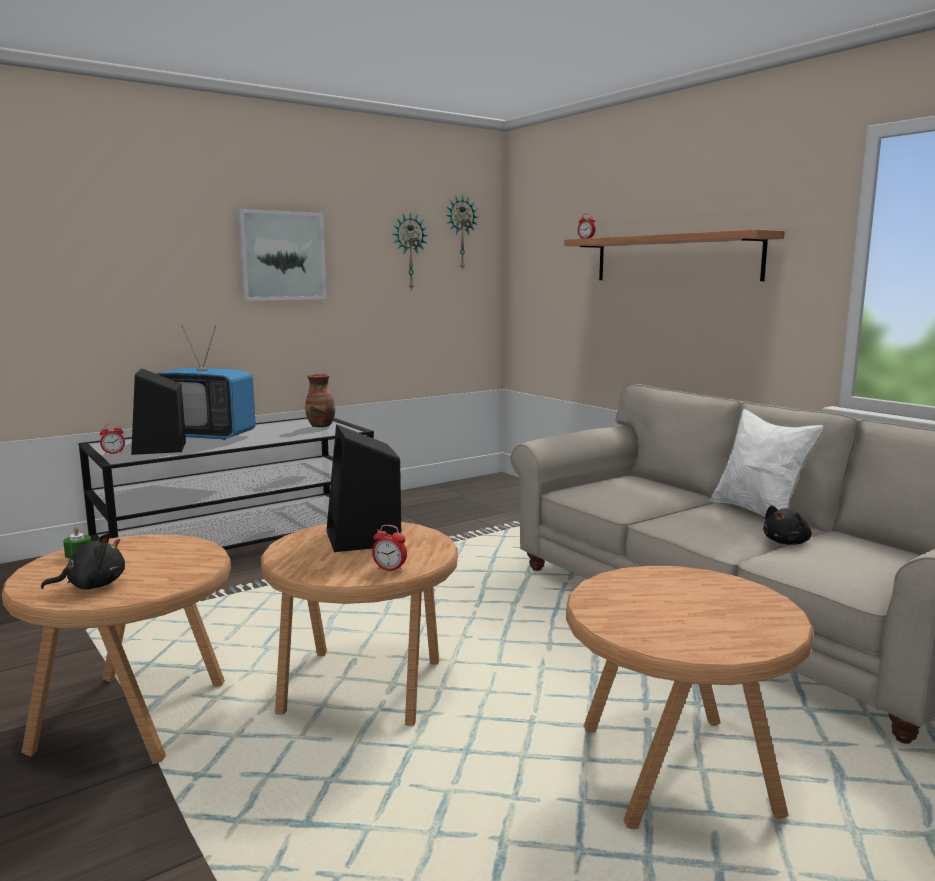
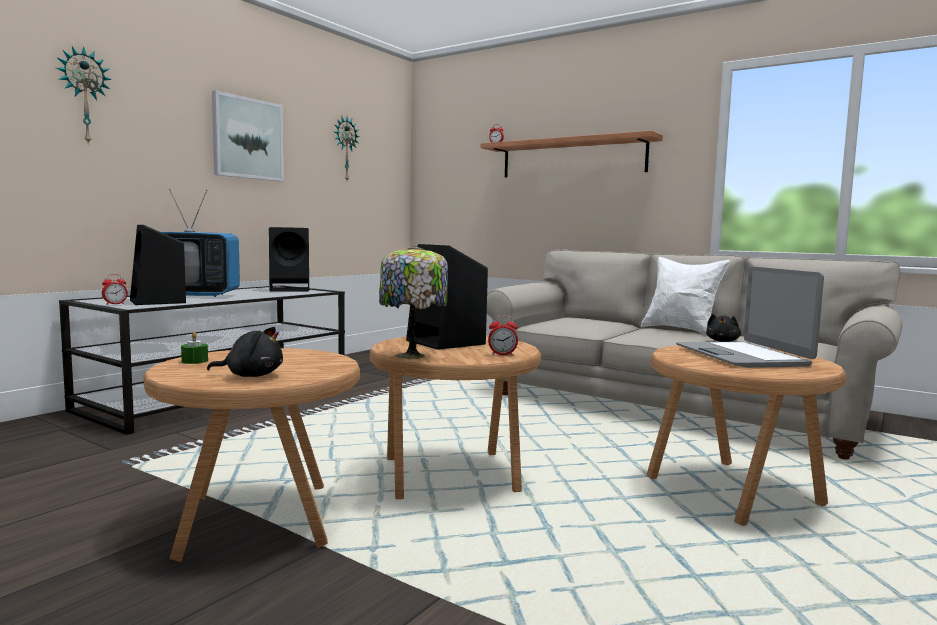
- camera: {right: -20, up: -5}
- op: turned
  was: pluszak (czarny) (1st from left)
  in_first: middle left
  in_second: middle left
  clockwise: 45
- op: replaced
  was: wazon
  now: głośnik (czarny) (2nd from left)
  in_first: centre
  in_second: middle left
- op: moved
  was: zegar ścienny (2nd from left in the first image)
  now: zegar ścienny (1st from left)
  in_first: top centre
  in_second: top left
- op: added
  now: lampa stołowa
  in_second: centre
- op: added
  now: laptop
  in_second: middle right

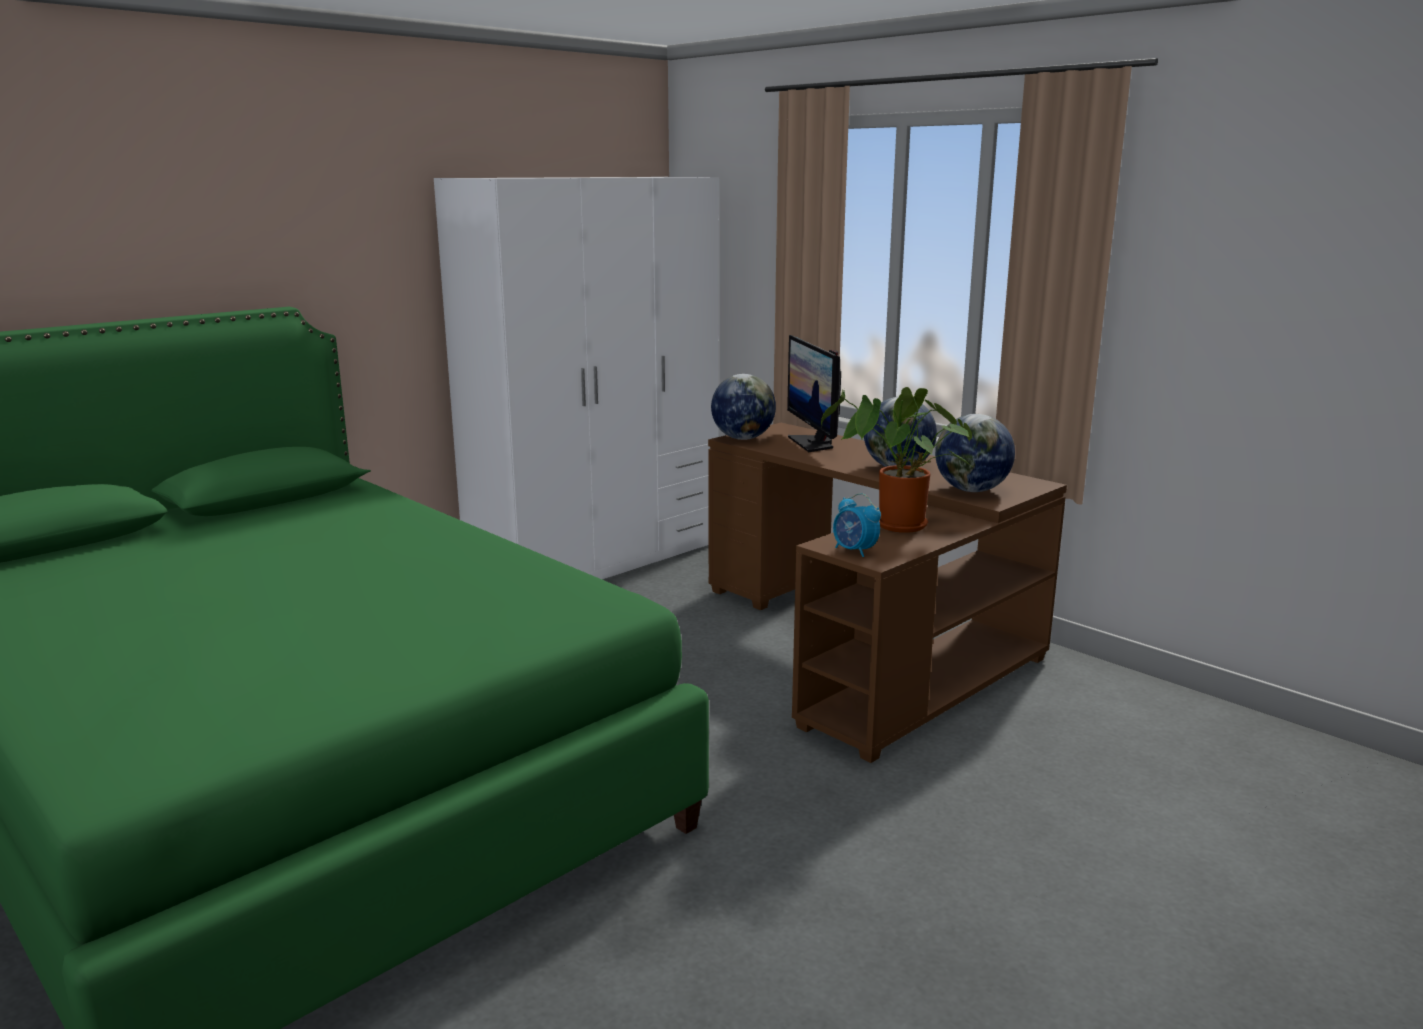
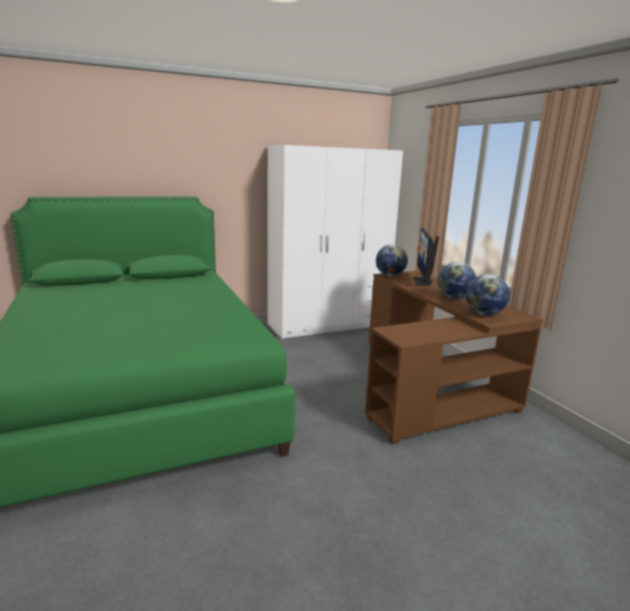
- camera: {right: 20, up: 0}
- op: removed
  was: roślina doniczkowa
  in_first: centre
- op: removed
  was: budzik
  in_first: centre

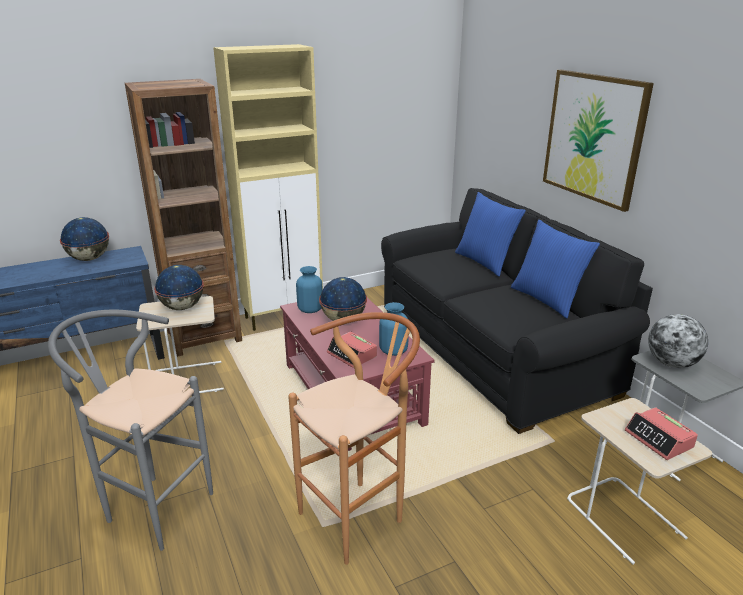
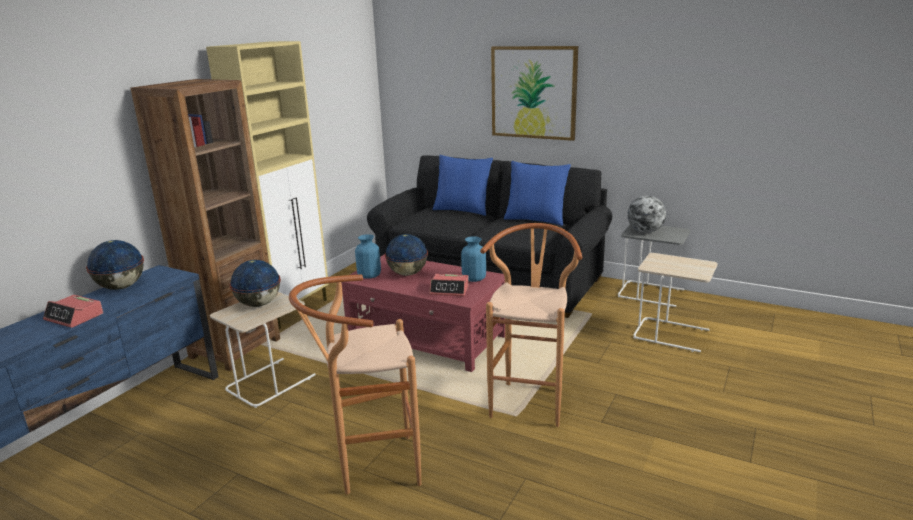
- camera: {right: -35, up: -5}
- op: recoloured
  was: stołek (szary)
  now: stołek (brązowy) (1st from left)
  in_first: bottom left
  in_second: bottom centre
- op: moved
  was: budzik (2nd from left in the first image)
  now: budzik (1st from left)
  in_first: bottom right
  in_second: middle left

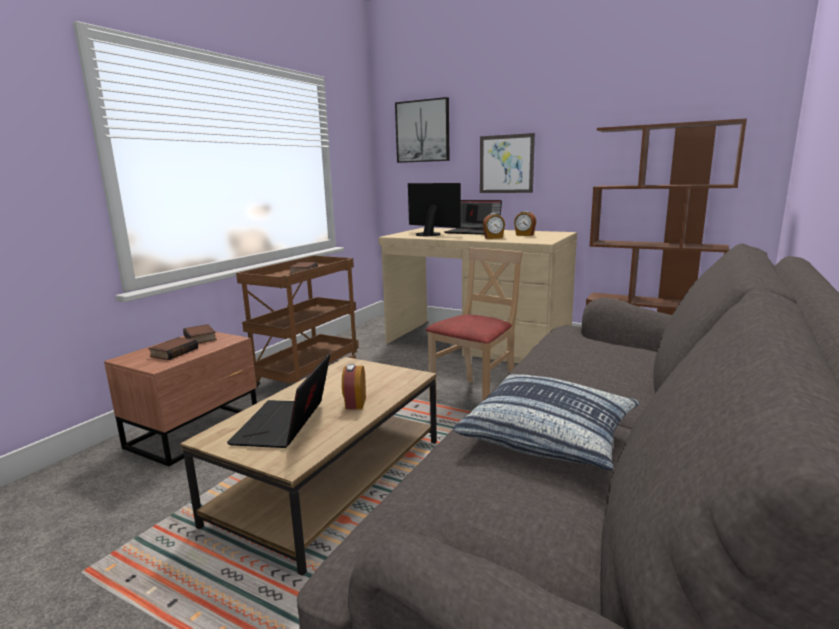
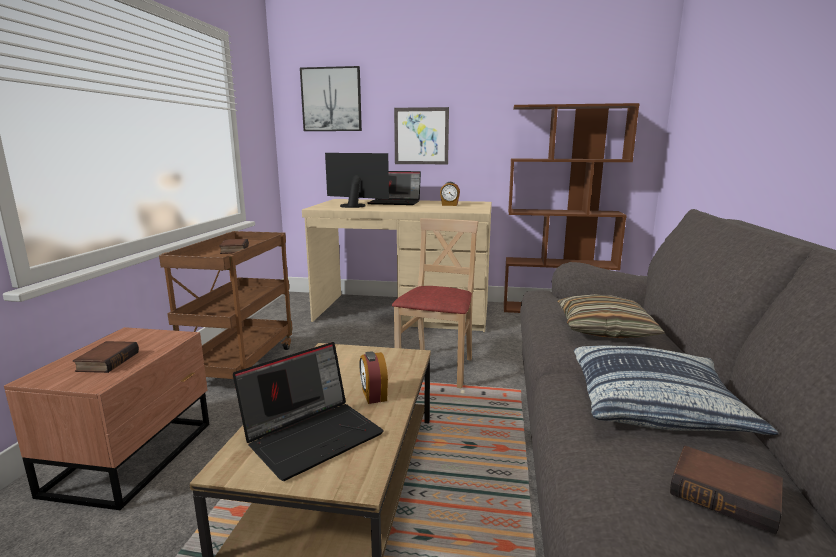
- camera: {right: -20, up: 0}
- op: moved
  was: książka (2nd from left in the first image)
  now: książka (3rd from left)
  in_first: middle left
  in_second: bottom right
- op: turned
  was: laptop (1st from left)
  in_first: middle left
  in_second: bottom centre
  clockwise: -120
- op: removed
  was: budzik (2nd from left)
  in_first: centre
- op: added
  now: poduszka (1st from left)
  in_second: middle right

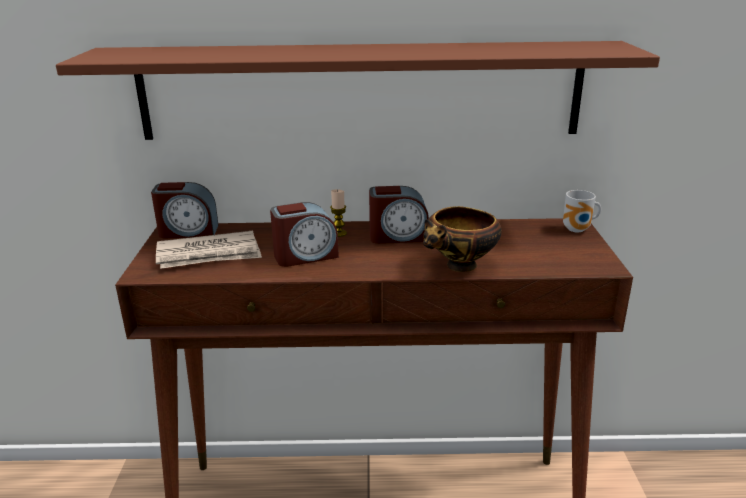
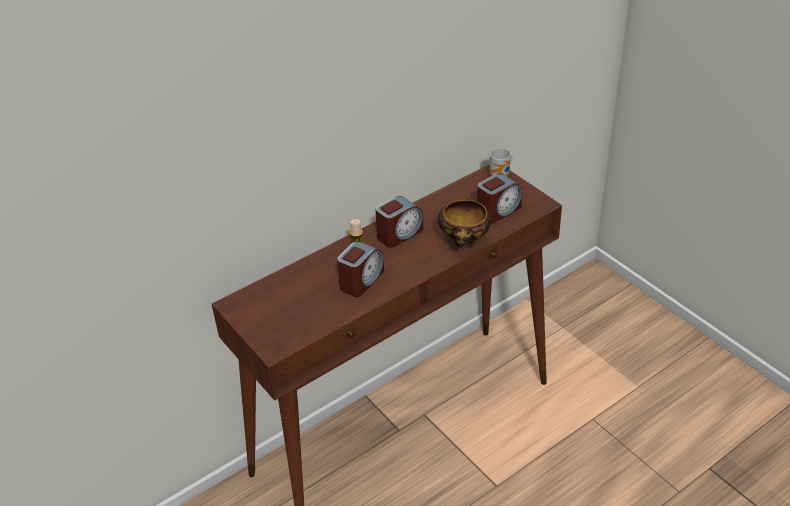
- camera: {right: -35, up: 15}
- op: removed
  was: półka (brązowy)
  in_first: top centre
- op: moved
  was: budzik (1st from left in the first image)
  now: budzik (3rd from left)
  in_first: middle left
  in_second: centre
- op: removed
  was: gazeta
  in_first: middle left

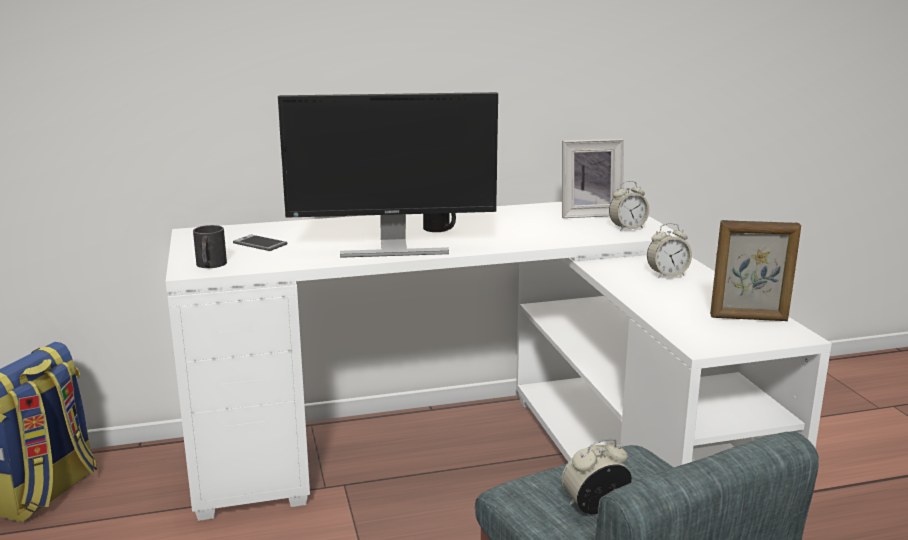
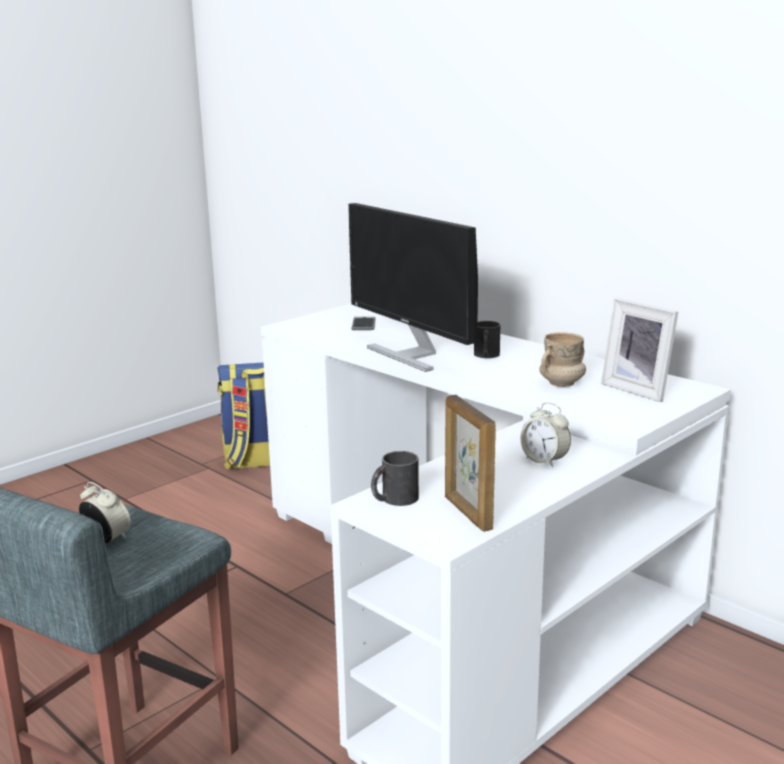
- camera: {right: 60, up: 0}
- op: moved
  was: kubek (czarny) (1st from left)
  in_first: middle left
  in_second: centre
- op: removed
  was: budzik (2nd from left)
  in_first: middle right
- op: added
  now: kubek (beżowy)
  in_second: middle right

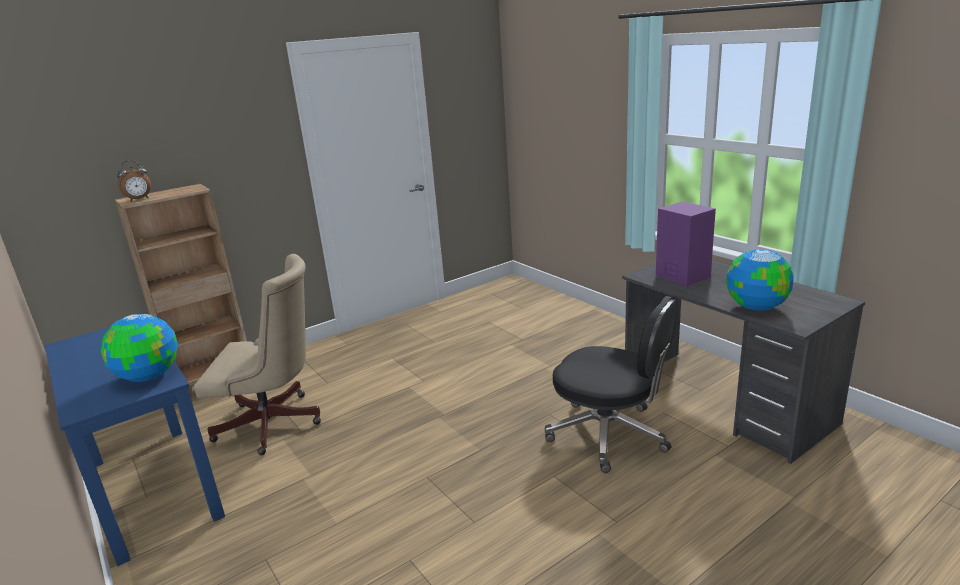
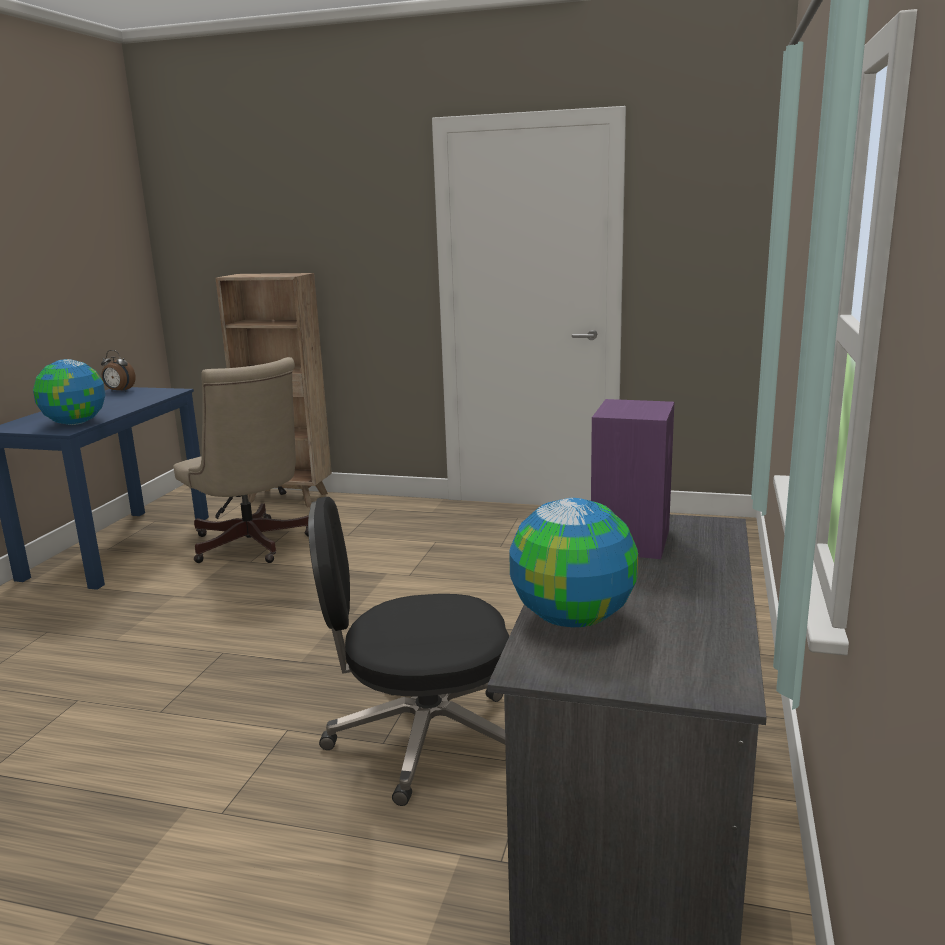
- camera: {right: 50, up: -5}
- op: moved
  was: budzik
  in_first: top left
  in_second: middle left
- op: turned
  was: krzesło biurowe (czarny)
  in_first: centre
  in_second: bottom centre
  clockwise: 90

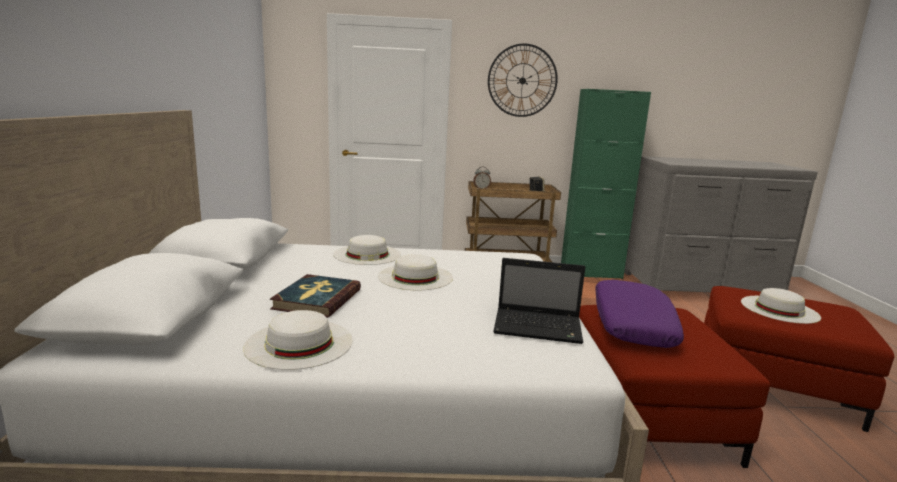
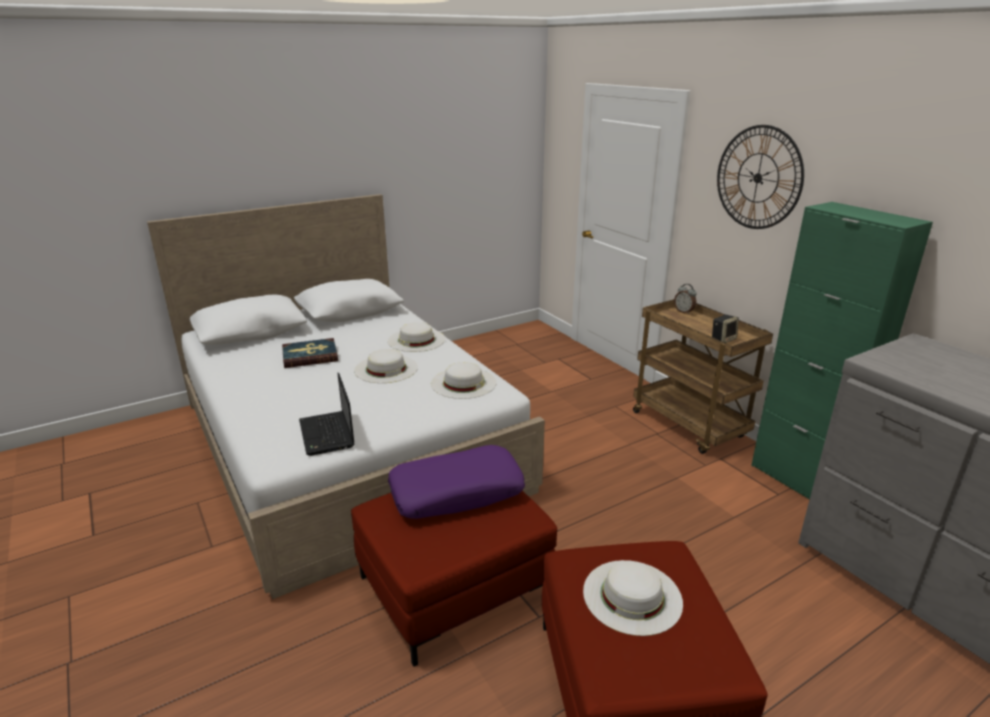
- camera: {right: 60, up: 10}
- op: moved
  was: kapelusz (biały) (1st from left in the first image)
  now: kapelusz (biały) (3rd from left)
  in_first: bottom left
  in_second: centre

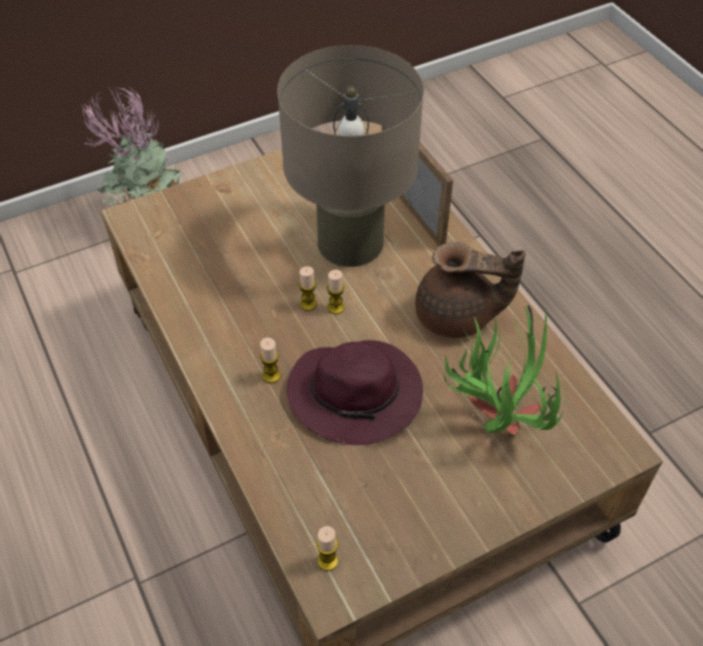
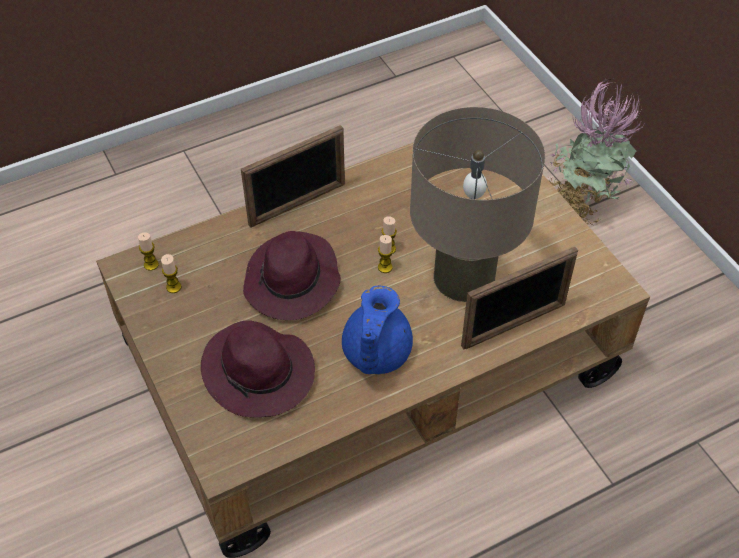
- camera: {right: 90, up: 0}
- op: moved
  was: świeca (1st from left in the first image)
  now: świeca (2nd from left)
  in_first: centre
  in_second: middle left
- op: recoloured
  was: imbryk (brązowy)
  now: imbryk (niebieski)
  in_first: middle right
  in_second: centre
- op: replaced
  was: roślina doniczkowa (2nd from left)
  now: kapelusz (fioletowy) (1st from left)
  in_first: middle right
  in_second: centre
- op: added
  now: ramka na zdjęcie (1st from left)
  in_second: top centre

